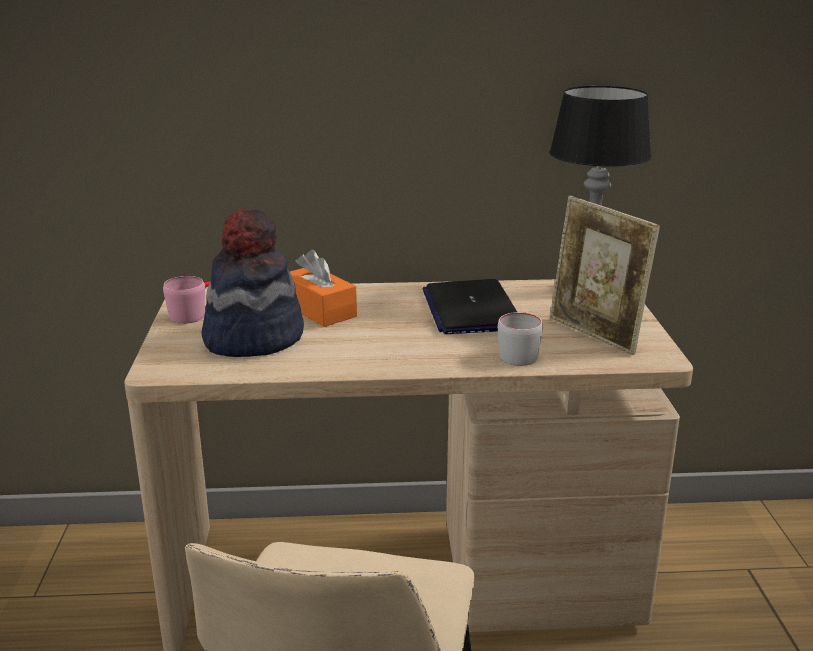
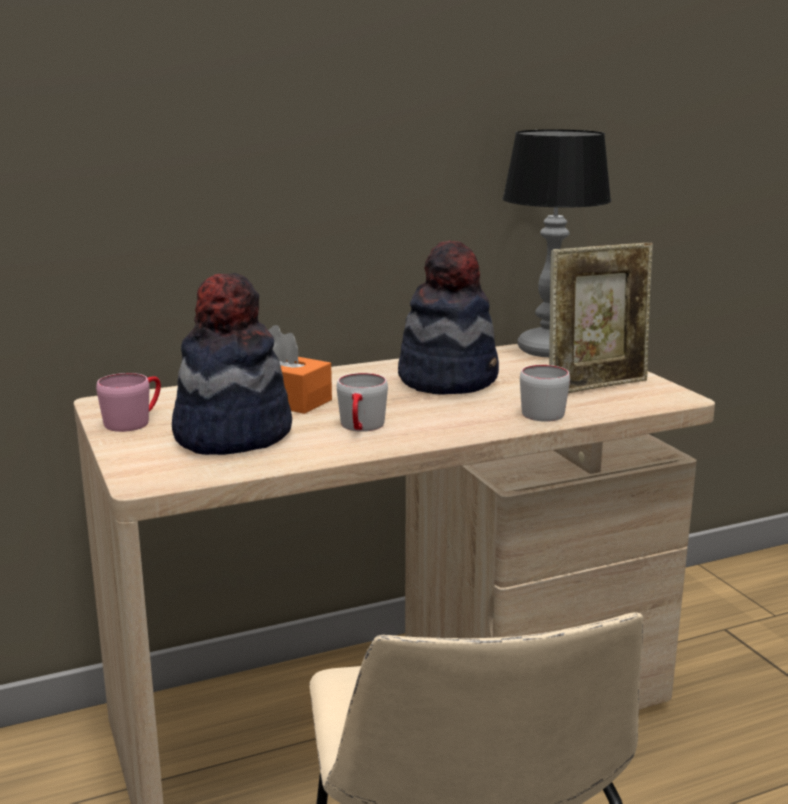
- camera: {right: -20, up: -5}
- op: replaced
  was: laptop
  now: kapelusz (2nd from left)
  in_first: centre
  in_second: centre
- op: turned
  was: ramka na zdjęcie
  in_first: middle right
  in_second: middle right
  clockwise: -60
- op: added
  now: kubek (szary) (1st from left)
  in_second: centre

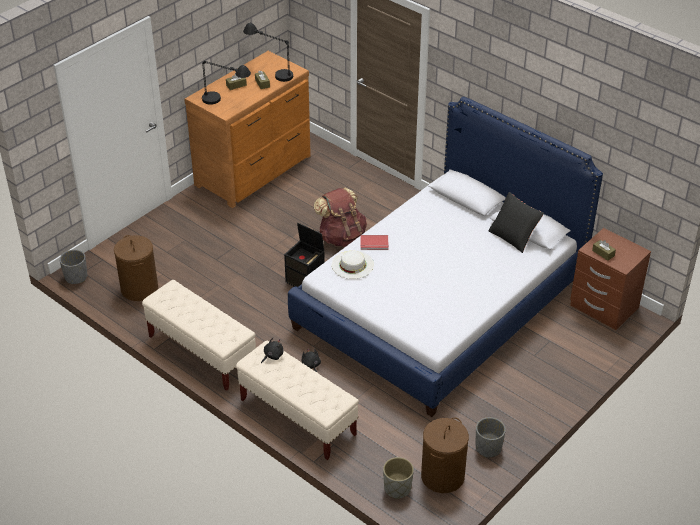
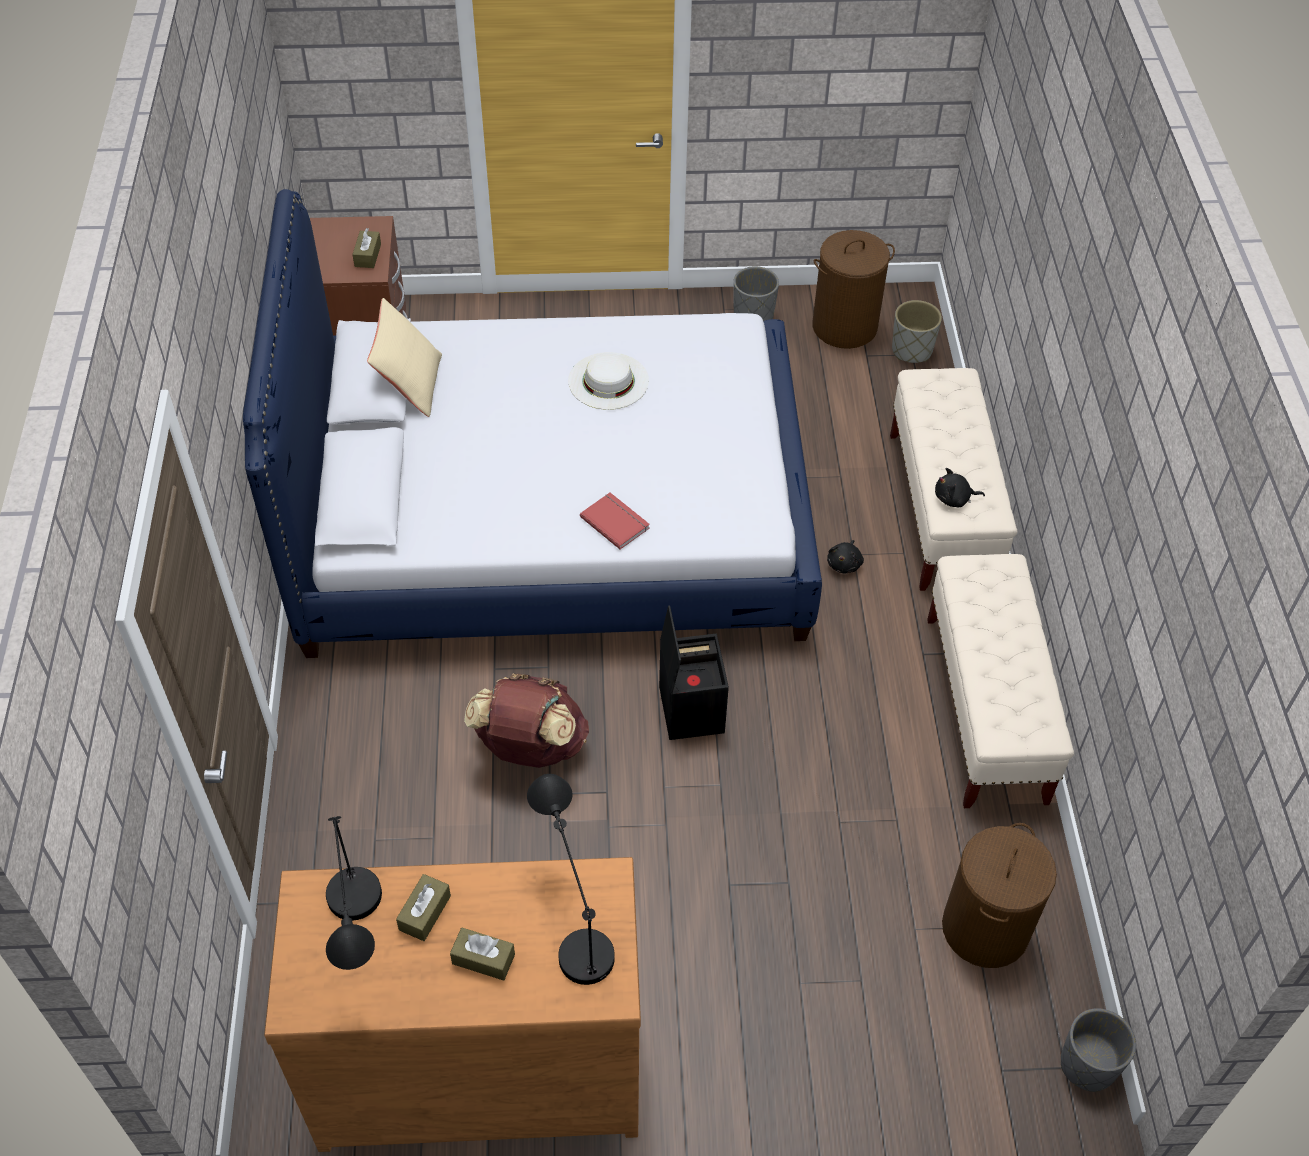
- camera: {right: -135, up: 10}
- op: moved
  was: kapelusz (biały)
  in_first: centre
  in_second: top centre
- op: recoloured
  was: poduszka (czarny)
  now: poduszka (beżowy)
  in_first: middle right
  in_second: top left

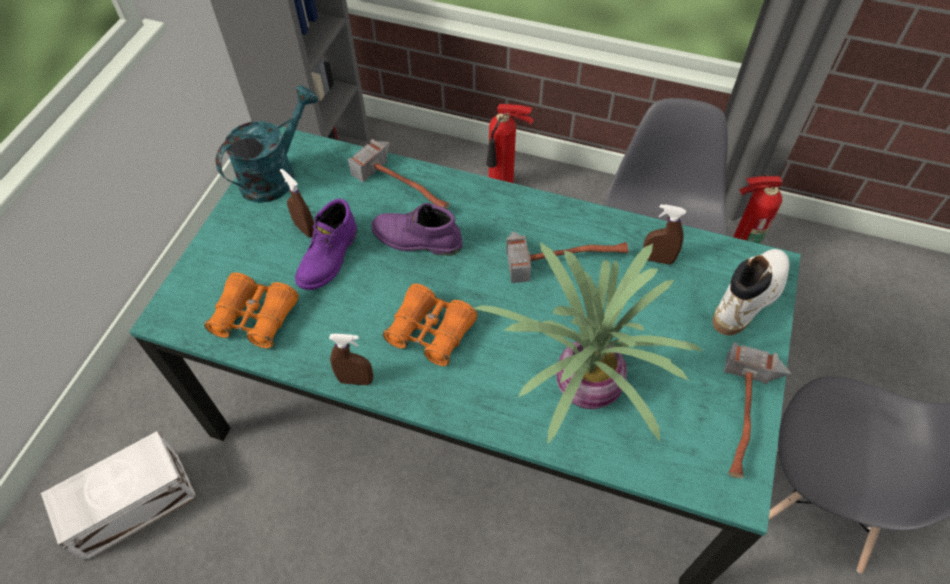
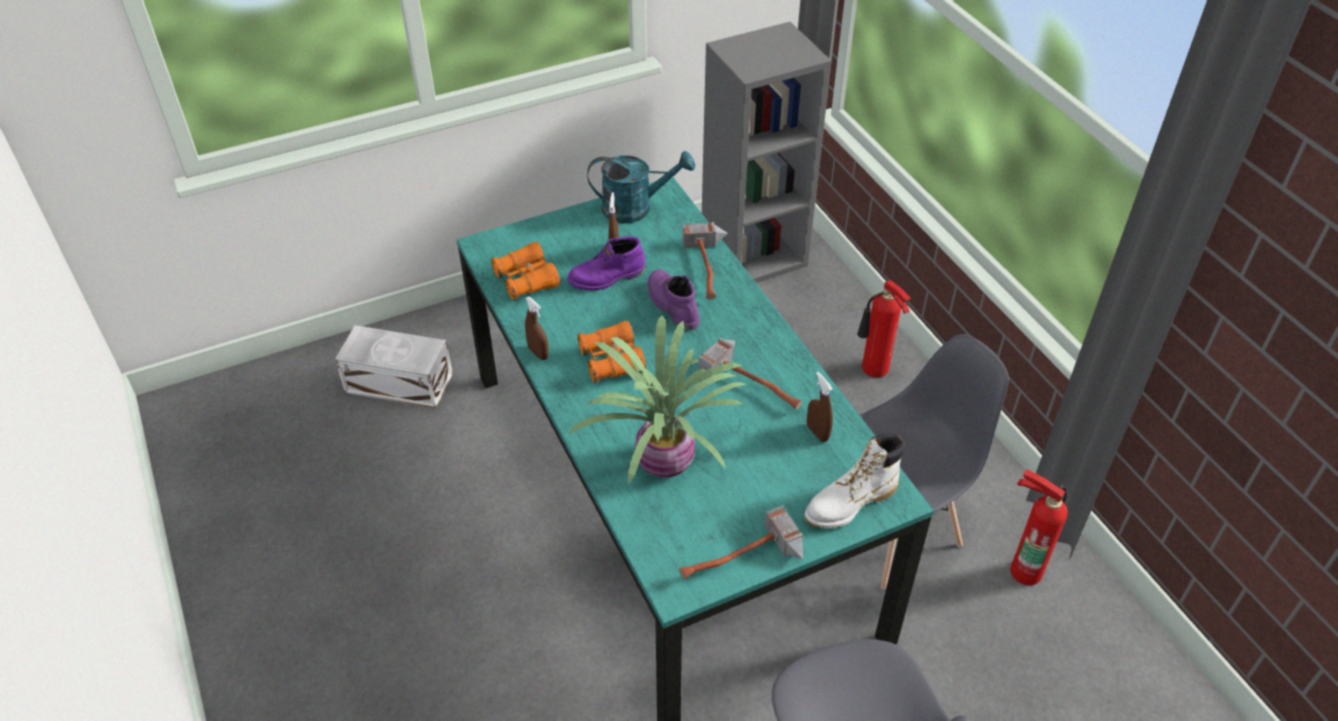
- camera: {right: 45, up: -10}
- op: turned
  was: but z cholewką (biały)
  in_first: middle right
  in_second: bottom centre
  clockwise: 150

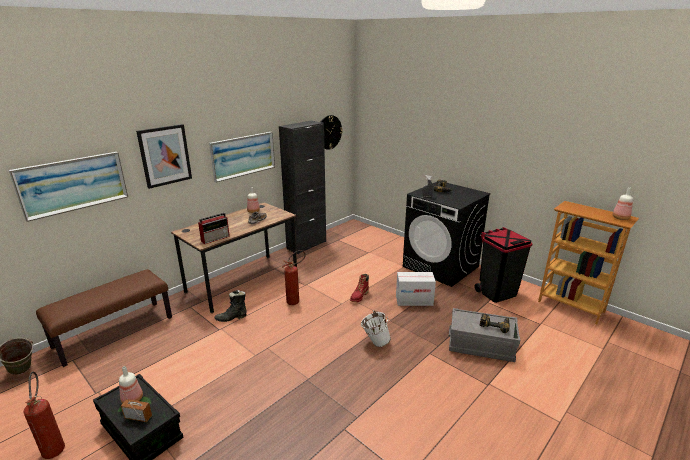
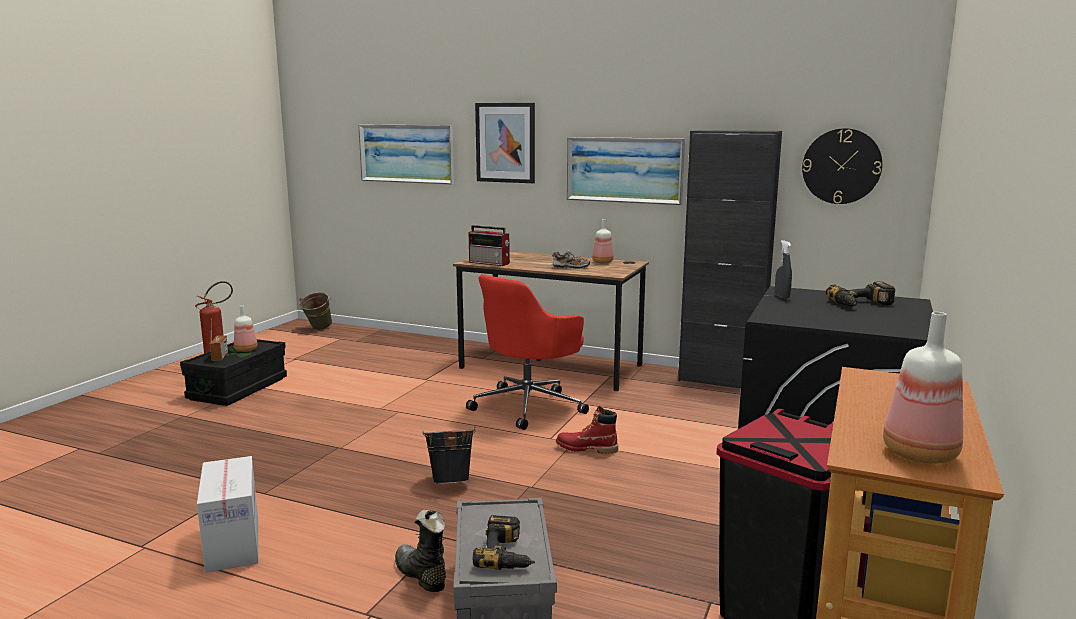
- camera: {right: 70, up: -10}
- op: removed
  was: ławka (brązowy)
  in_first: bottom left
- op: moved
  was: but z cholewką (czarny)
  in_first: centre
  in_second: bottom centre
- op: replaced
  was: gaśnica (2nd from left)
  now: krzesło biurowe (czerwony)
  in_first: centre
  in_second: centre
- op: recoloured
  was: wiadro (biały)
  now: wiadro (czarny)
  in_first: bottom centre
  in_second: bottom centre
- op: moved
  was: karton
  in_first: centre
  in_second: bottom left

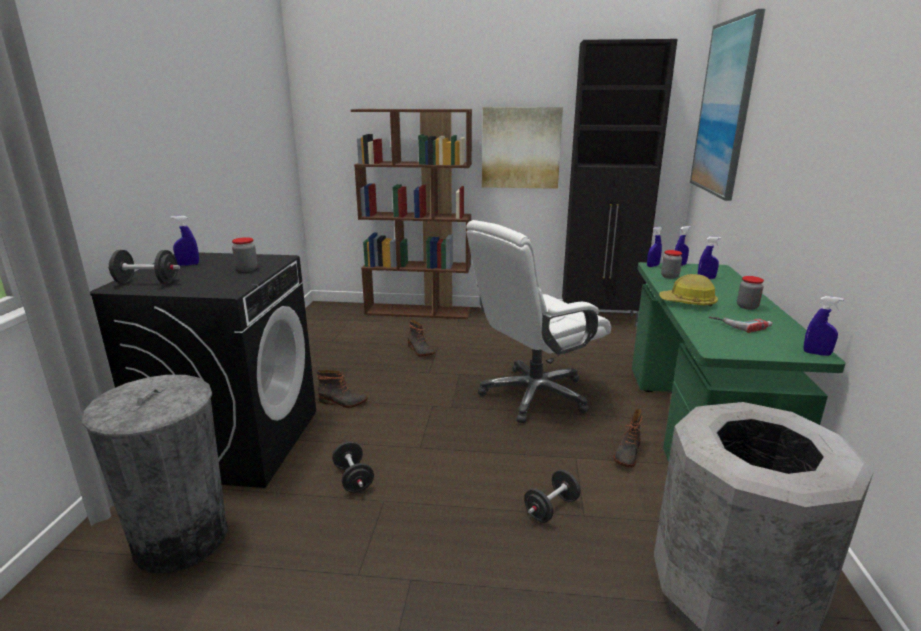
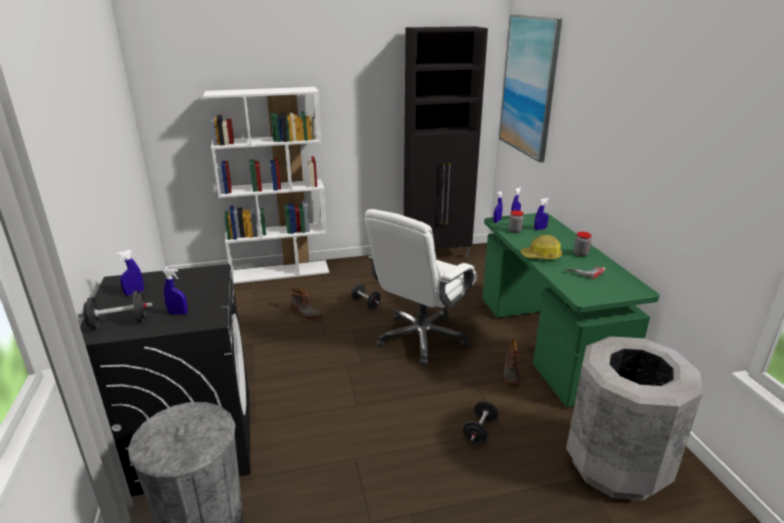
- camera: {right: -20, up: 5}
- op: removed
  was: słoik (1st from left)
  in_first: middle left
- op: removed
  was: but z cholewką (1st from left)
  in_first: centre
- op: moved
  was: hantel (czarny) (2nd from left)
  in_first: bottom centre
  in_second: centre
- op: recoloured
  was: regał (brązowy)
  now: regał (biały)
  in_first: centre
  in_second: centre
- op: removed
  was: obraz (1st from left)
  in_first: top centre
- op: moved
  was: spryskiwacz (niebieski) (5th from left in the first image)
  now: spryskiwacz (niebieski) (2nd from left)
  in_first: middle right
  in_second: middle left

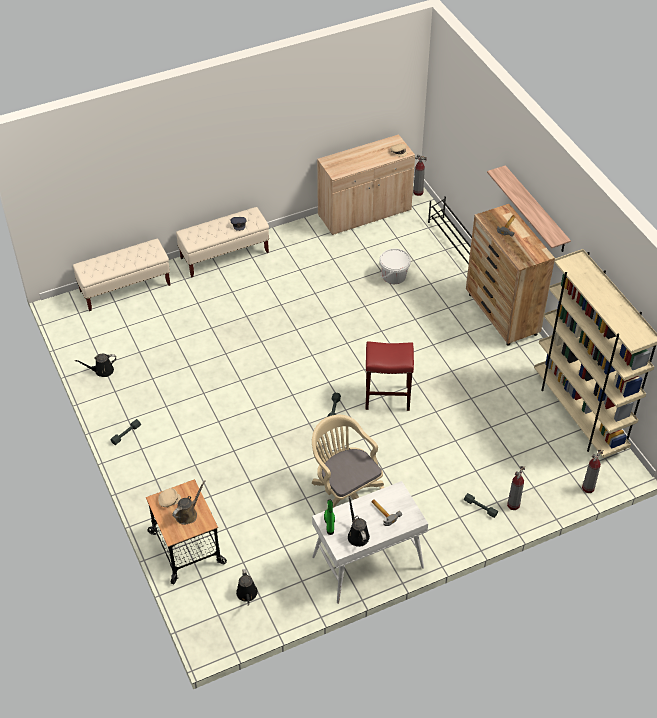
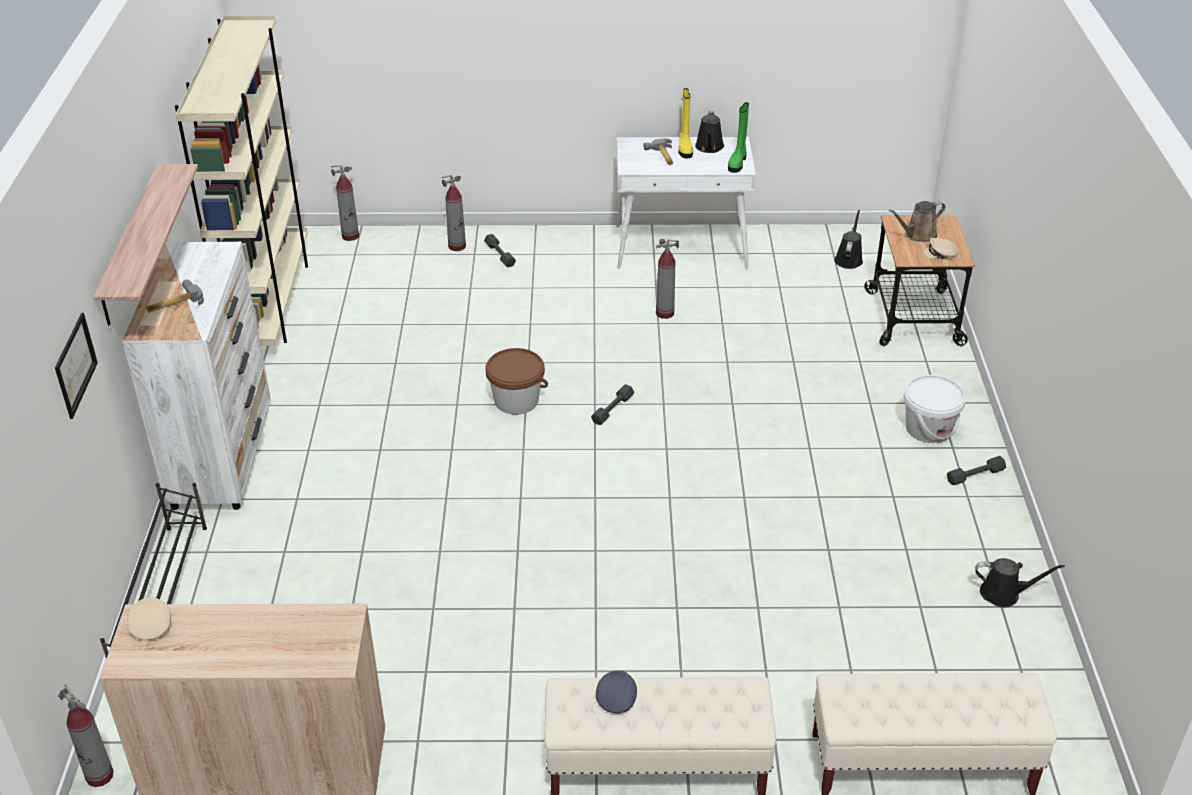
- camera: {right: -155, up: -10}
- op: replaced
  was: krzesło biurowe (beżowy)
  now: gaśnica (4th from left)
  in_first: centre
  in_second: centre
- op: replaced
  was: stołek (czerwony)
  now: wiadro (brązowy)
  in_first: centre
  in_second: centre
- op: moved
  was: wiadro (biały)
  in_first: centre
  in_second: middle right
- op: recoloured
  was: komoda (brązowy)
  now: komoda (biały)
  in_first: middle right
  in_second: middle left
- op: added
  now: obraz
  in_second: middle left
- op: added
  now: but z cholewką (żółty)
  in_second: top centre

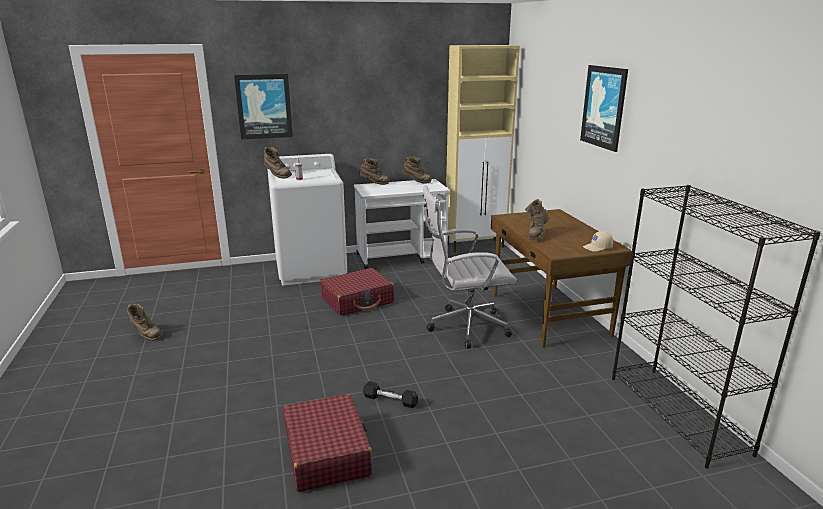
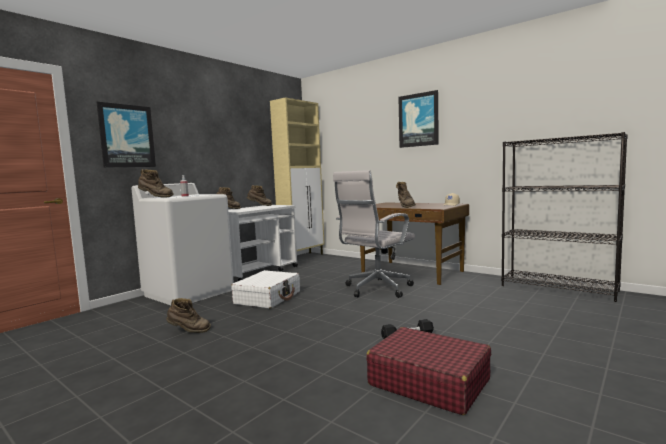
- camera: {right: -35, up: -15}
- op: moved
  was: but z cholewką (brązowy) (1st from left in the first image)
  now: but z cholewką (brązowy) (2nd from left)
  in_first: middle left
  in_second: bottom left
- op: recoloured
  was: walizka (czerwony) (2nd from left)
  now: walizka (biały)
  in_first: centre
  in_second: centre

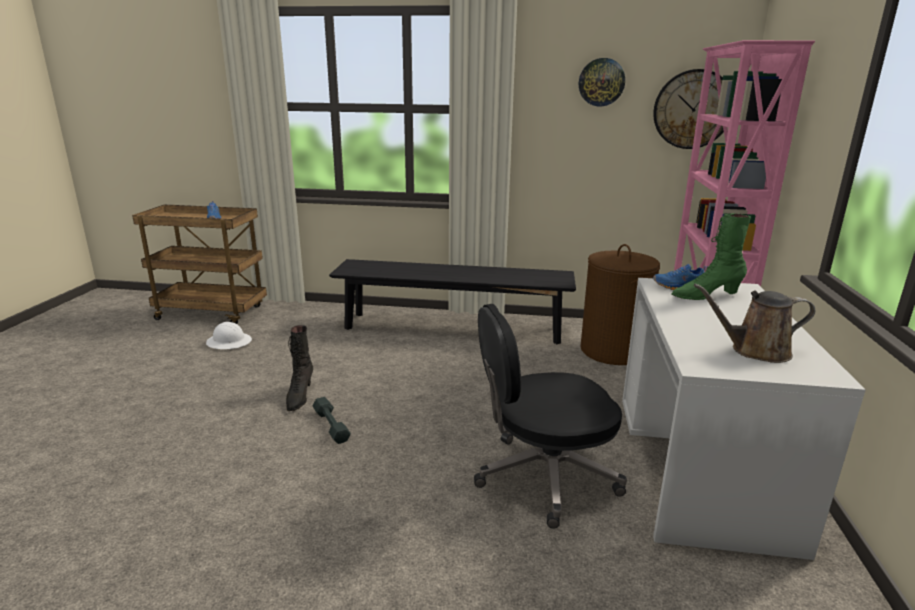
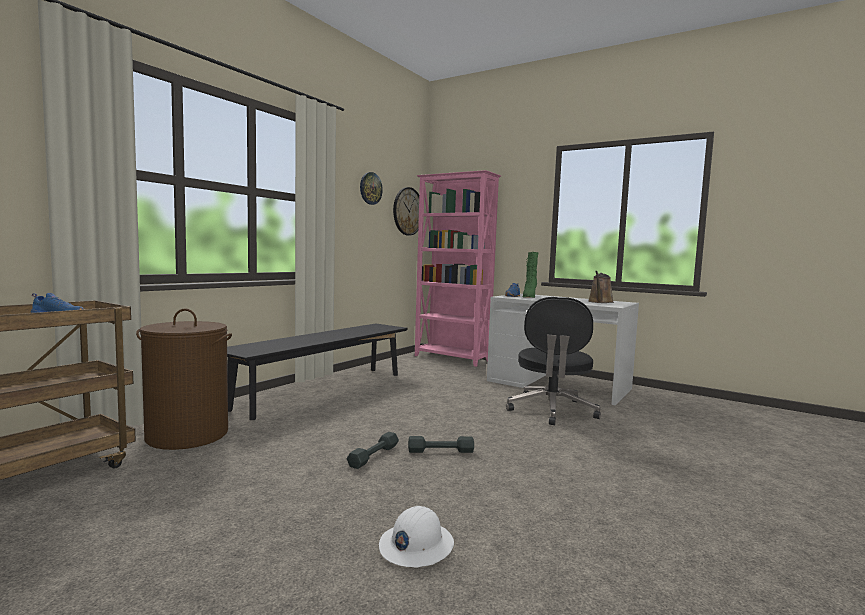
- camera: {right: -65, up: -15}
- op: moved
  was: kask (biały)
  in_first: middle left
  in_second: bottom centre
- op: replaced
  was: but z cholewką (czarny)
  now: hantel (szary) (1st from left)
  in_first: middle left
  in_second: bottom centre
- op: moved
  was: kosz na pranie (brązowy)
  in_first: middle right
  in_second: middle left

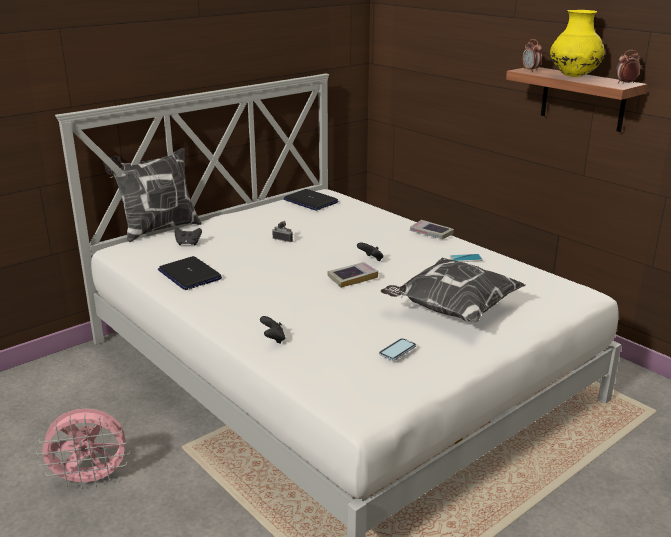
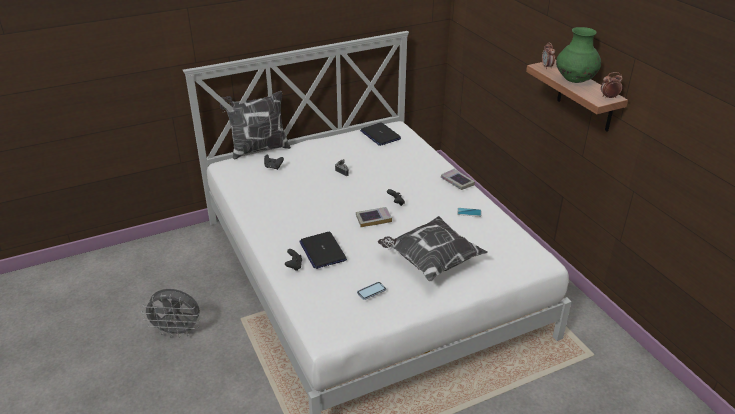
- camera: {right: 15, up: 10}
- op: recoloured
  was: wentylator (różowy)
  now: wentylator (szary)
  in_first: bottom left
  in_second: bottom left
- op: moved
  was: laptop (1st from left)
  in_first: middle left
  in_second: centre
- op: recoloured
  was: wazon (żółty)
  now: wazon (zielony)
  in_first: top right
  in_second: top right

